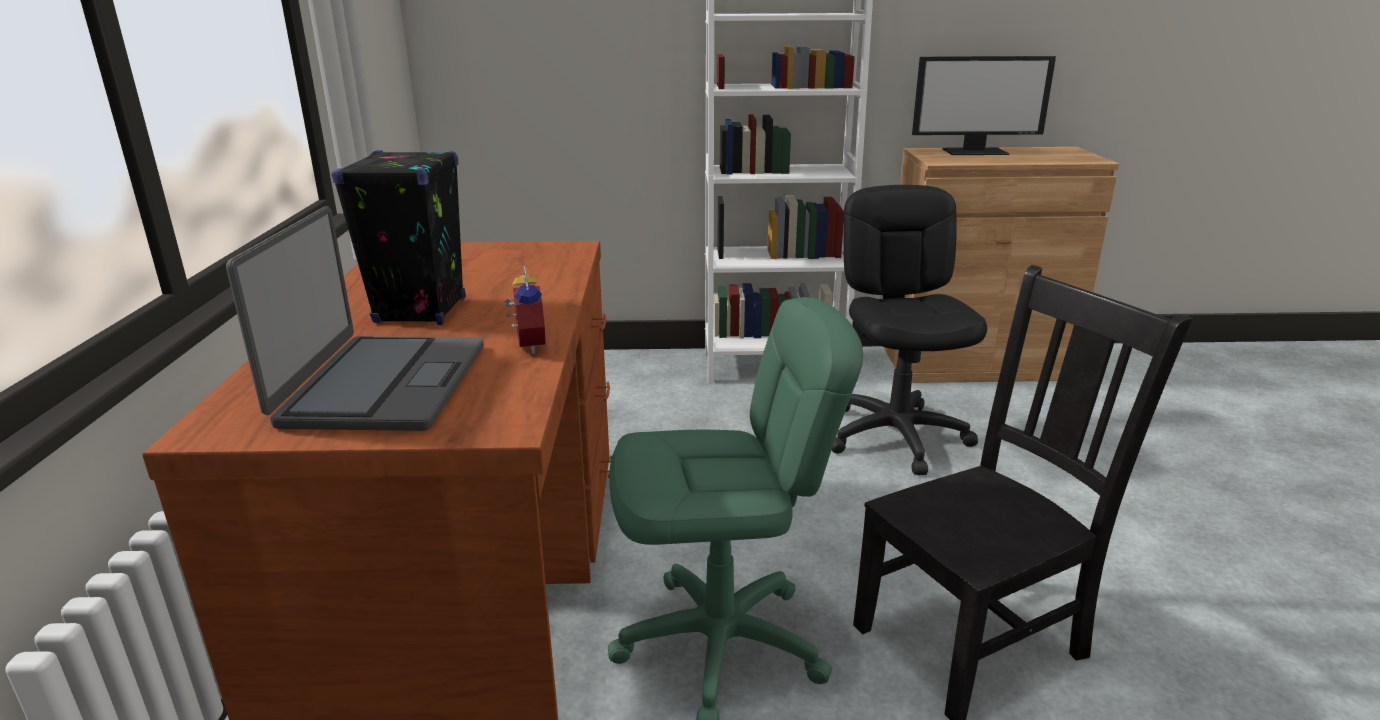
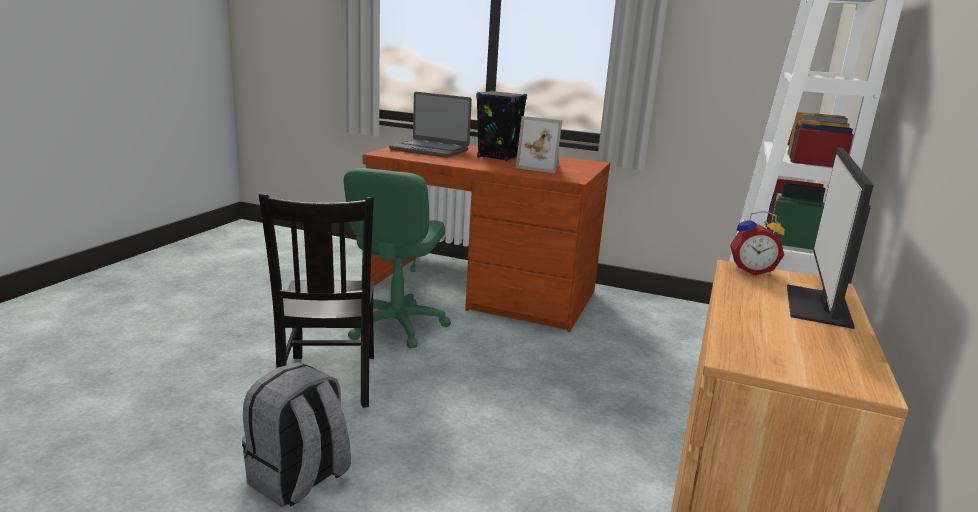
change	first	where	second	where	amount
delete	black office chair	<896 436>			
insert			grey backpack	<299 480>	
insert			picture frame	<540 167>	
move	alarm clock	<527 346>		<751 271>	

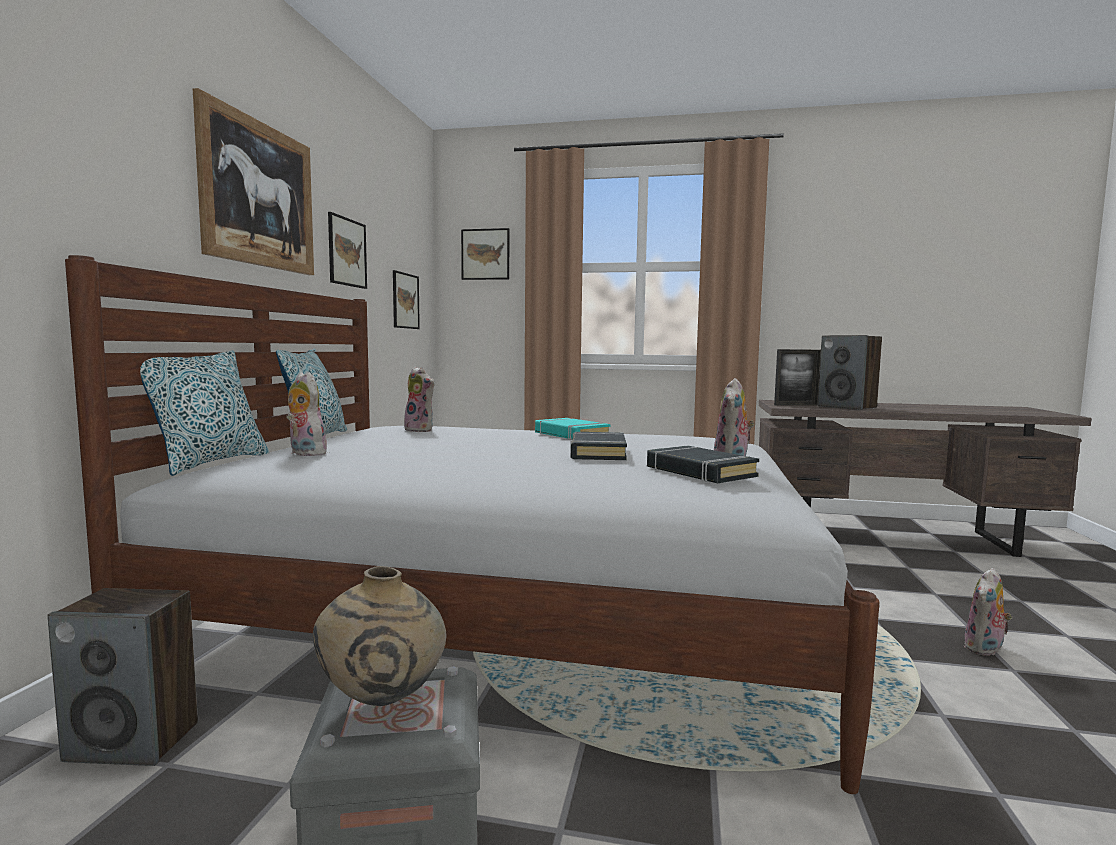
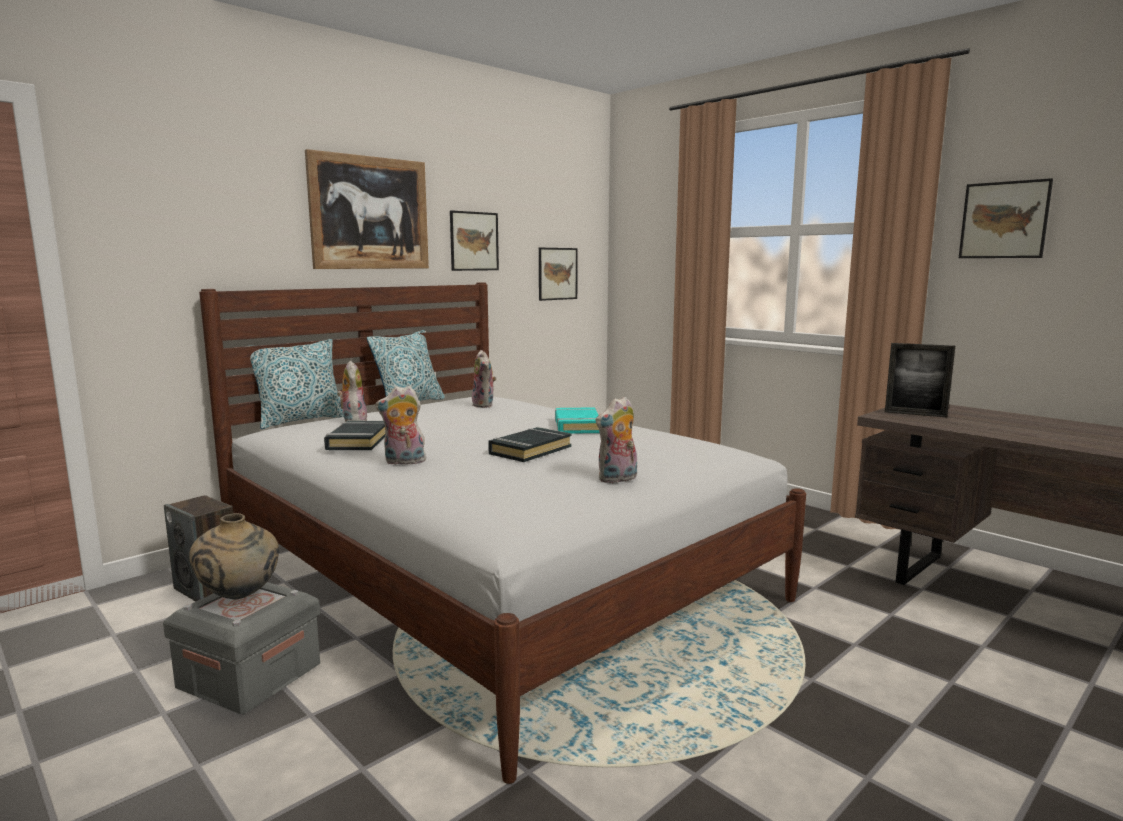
change	first	where	second	where	amount
delete	speaker	<847 407>			
move	picture	<485 254>		<1004 220>	
move	black book	<699 472>		<358 441>	
move	plush toy	<985 649>		<403 462>	

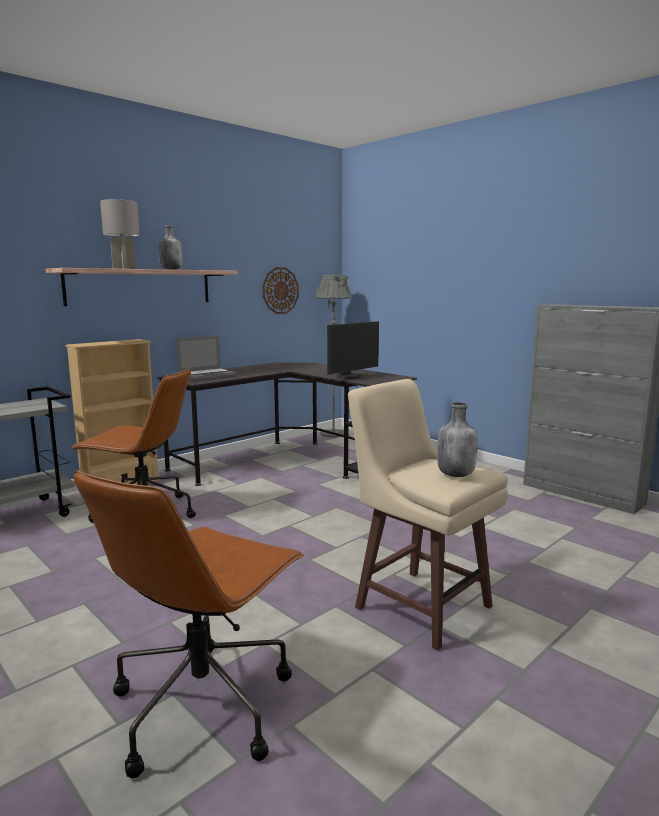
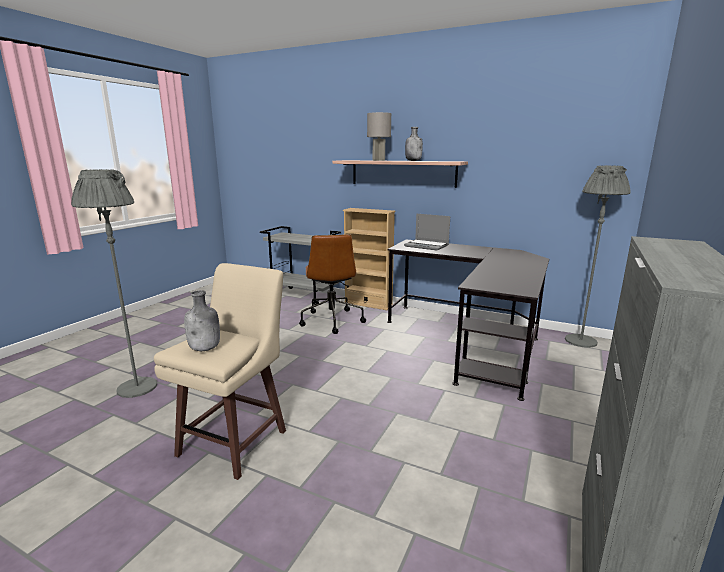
change	first	where	second	where	amount
delete	wall clock	<280 290>			
delete	monitor	<351 377>			
replace	brown office chair	<204 703>	grey floor lamp	<137 387>	

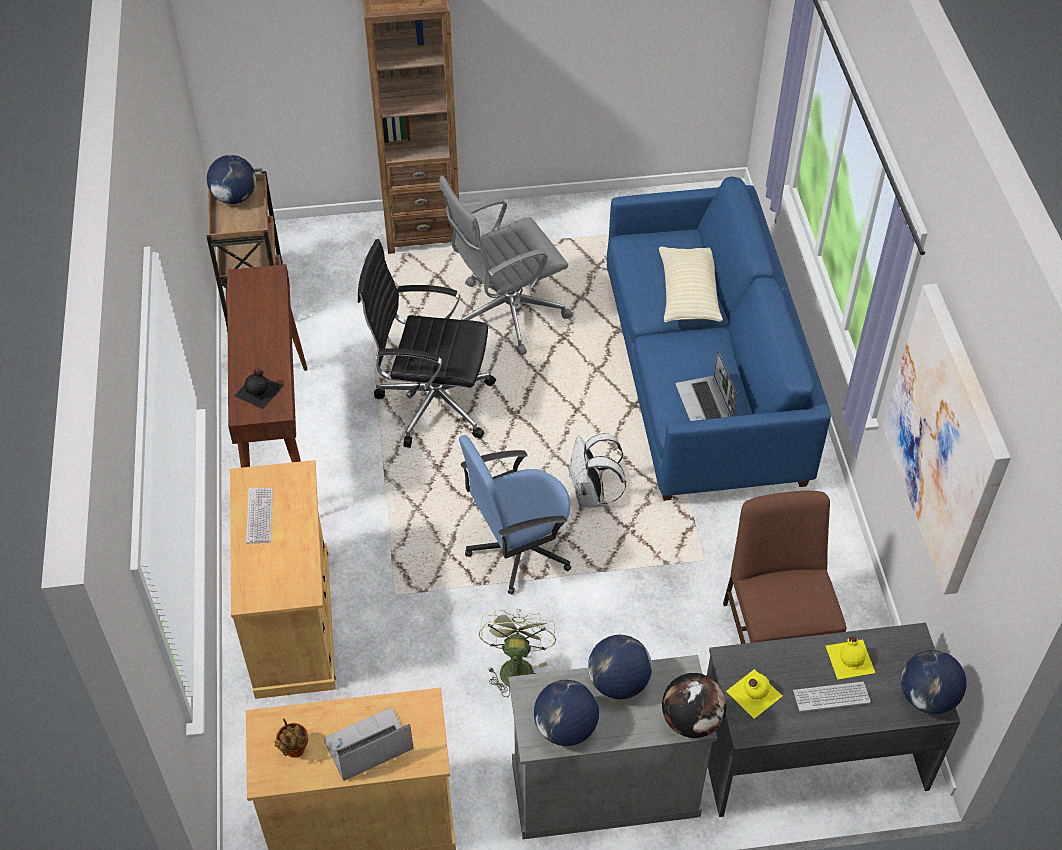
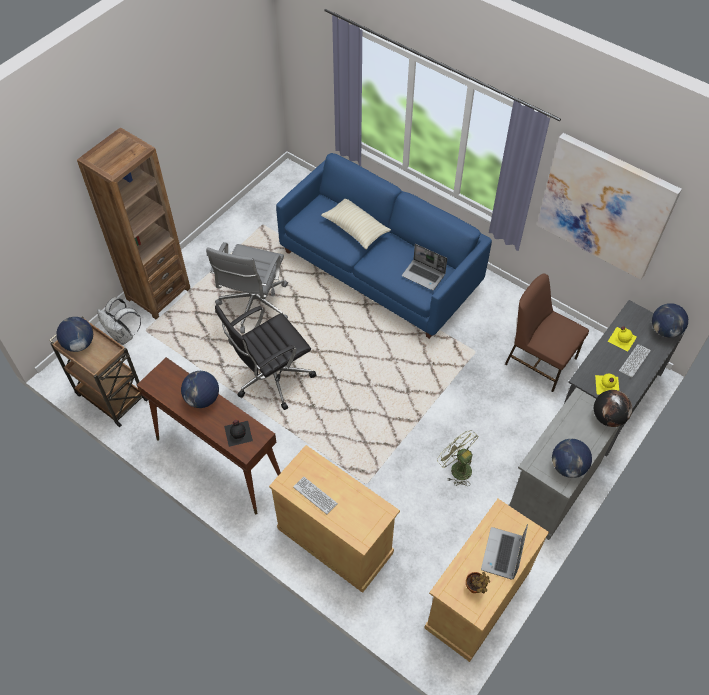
change	first	where	second	where	amount
delete	blue office chair	<518 549>			
move	white backpack	<591 495>		<123 336>	
move	globe	<618 683>		<202 399>	

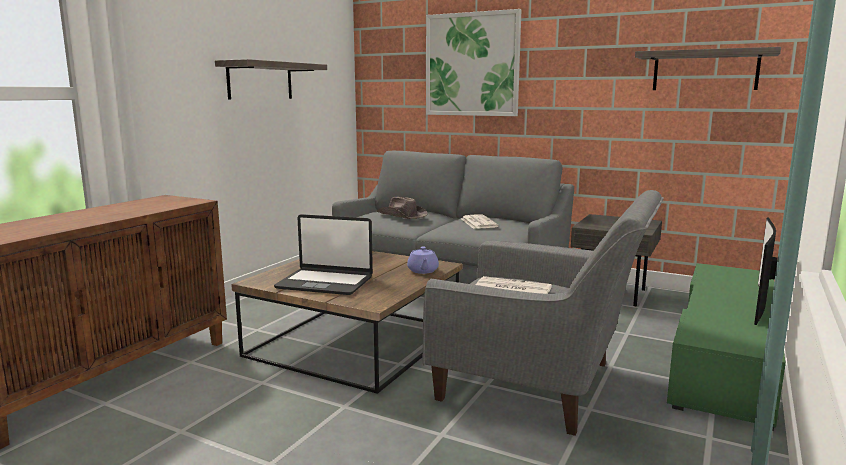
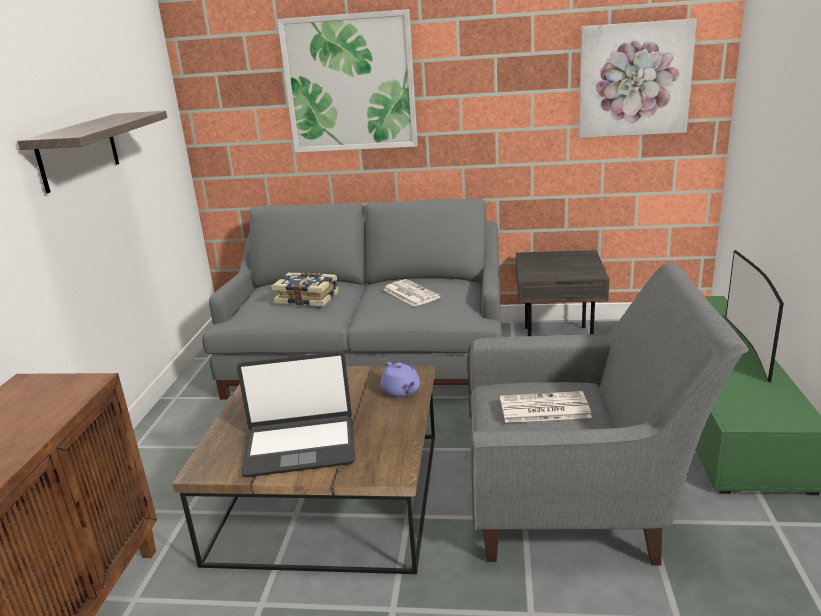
change	first	where	second	where	amount
replace	brown hat	<402 215>	book	<307 298>	
replace	shelf	<705 71>	picture	<634 79>	

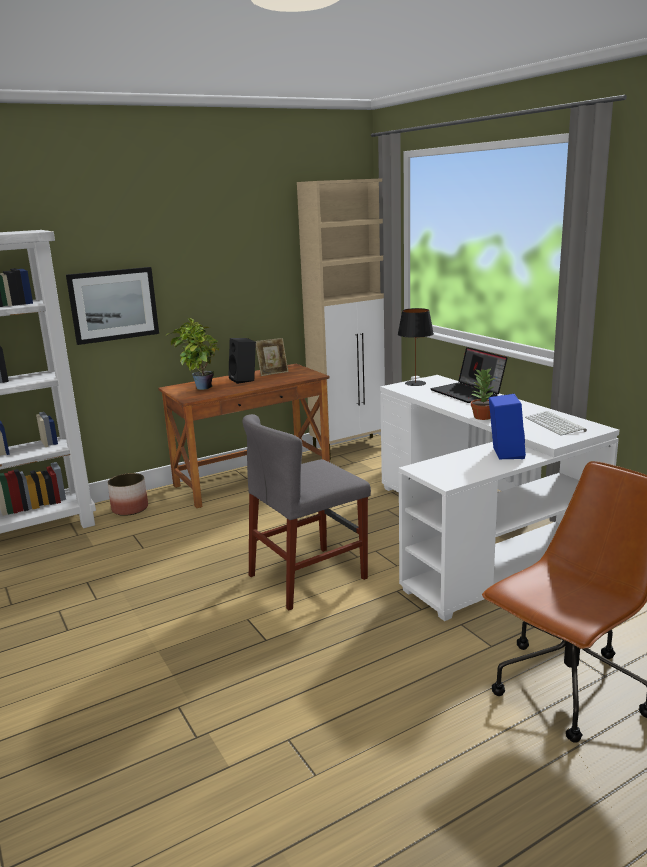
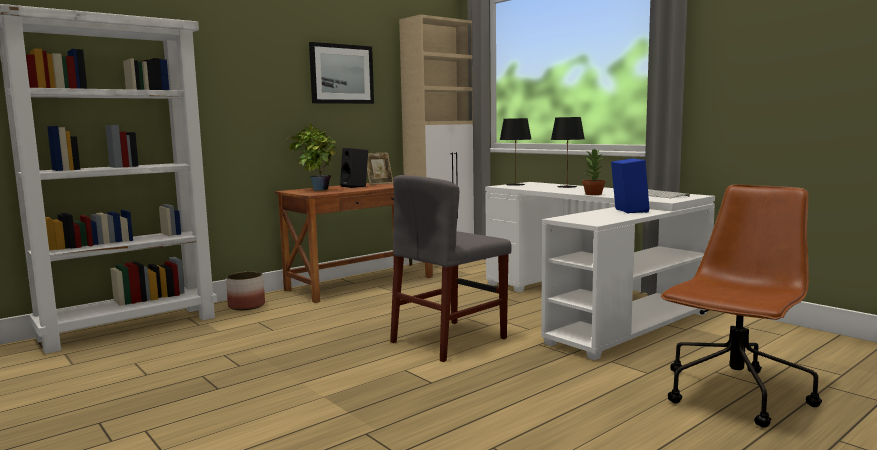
change	first	where	second	where	amount
move	picture	<113 305>		<341 74>	
replace	laptop	<468 393>	black table lamp	<567 187>	

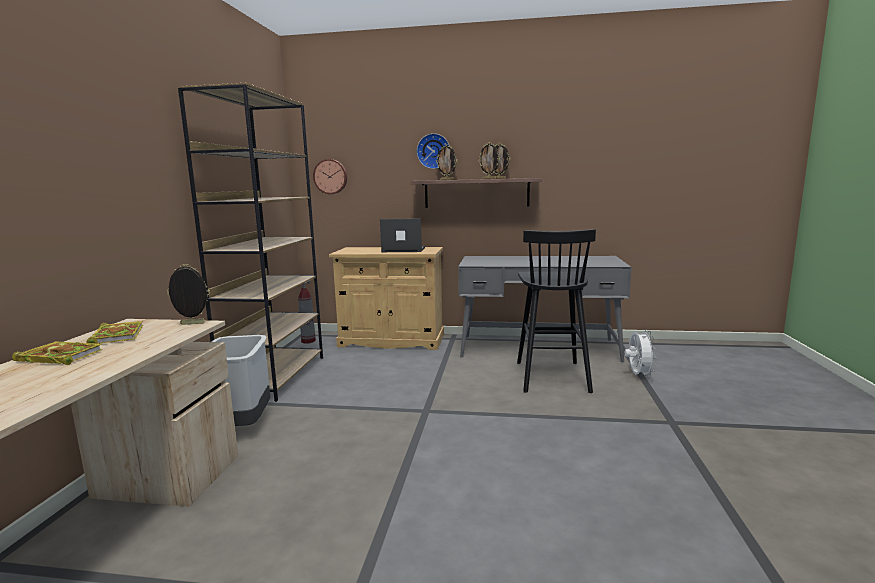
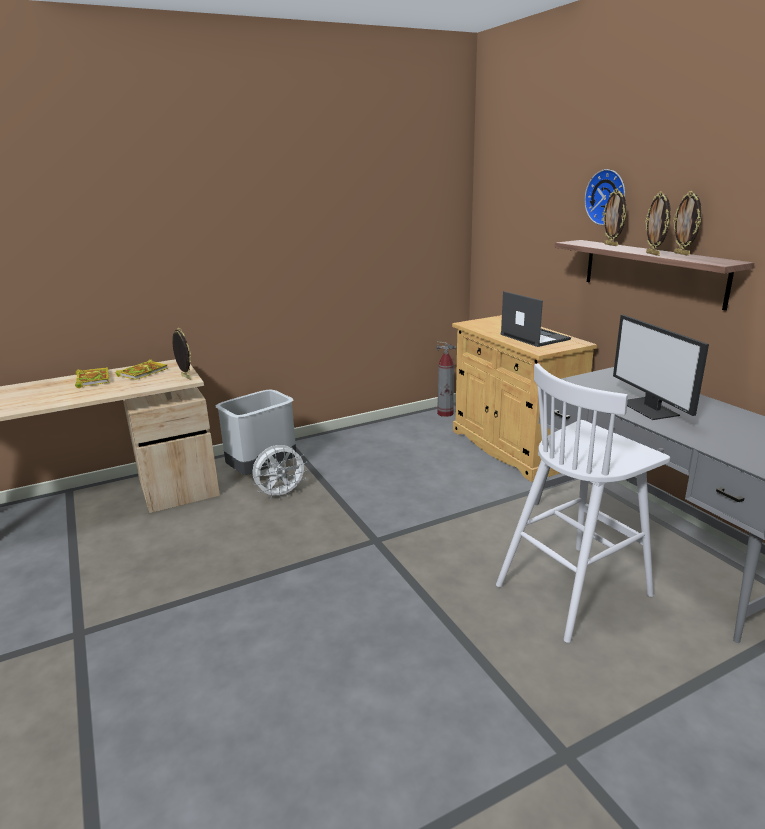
change	first	where	second	where	amount
delete	brown bookcase	<275 376>			
delete	wall clock	<330 176>			
insert			monitor	<650 408>	
move	white fan	<638 375>		<281 494>	
recolor	black stool	<551 376>	white stool	<575 589>	

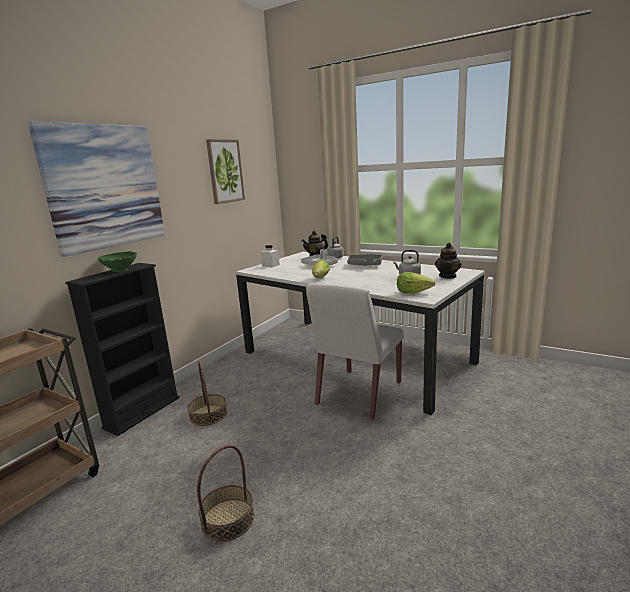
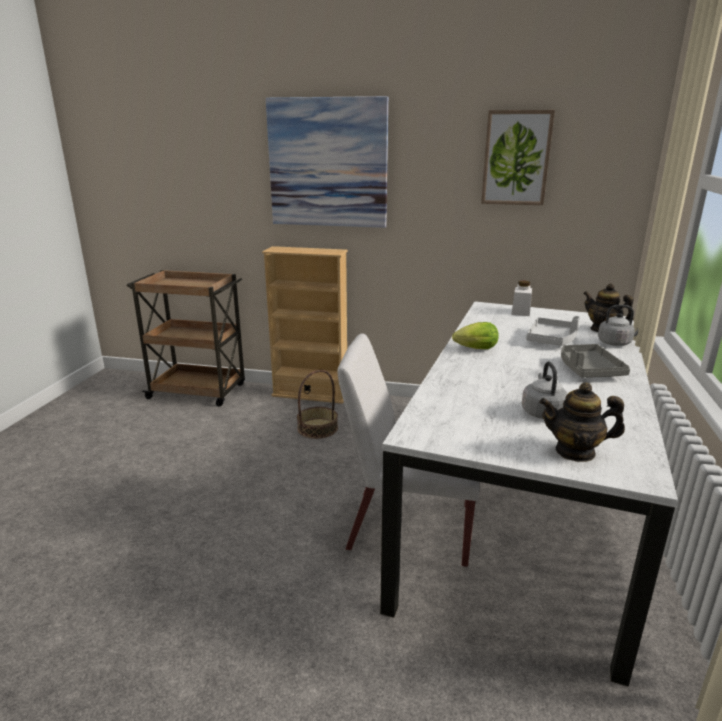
change	first	where	second	where	amount
delete	green bowl	<120 270>			
delete	basket	<228 519>			
delete	lettuce	<413 292>			
recolor	black bookcase	<142 412>	beige bookcase	<310 394>	

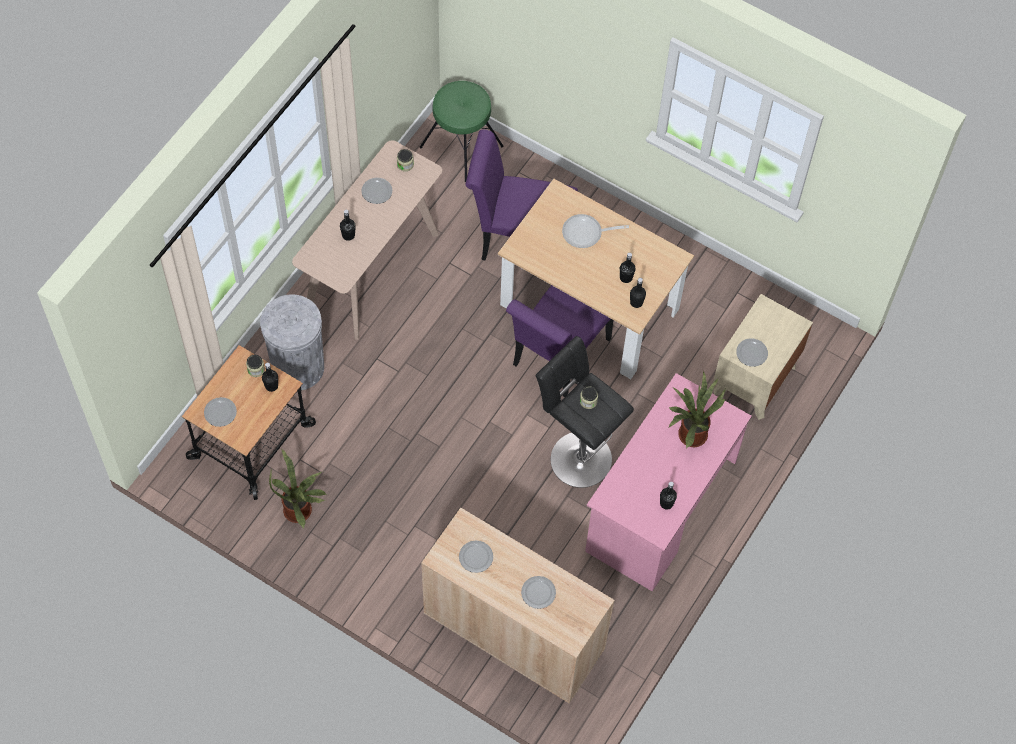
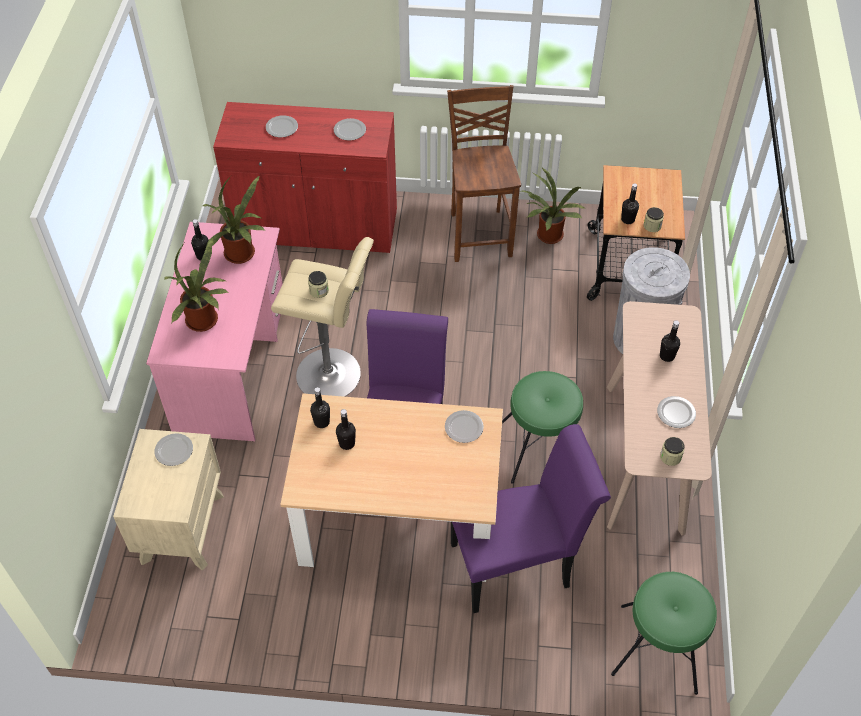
change	first	where	second	where	amount
delete	frying pan	<586 233>			
insert			potted plant	<242 255>	
insert			brown chair	<480 234>	
insert			green stool	<540 449>	
move	plate	<220 412>		<464 428>	
recolor	beige cabinet	<514 631>	red cabinet	<316 227>	
recolor	black stool	<577 456>	beige stool	<333 375>	

